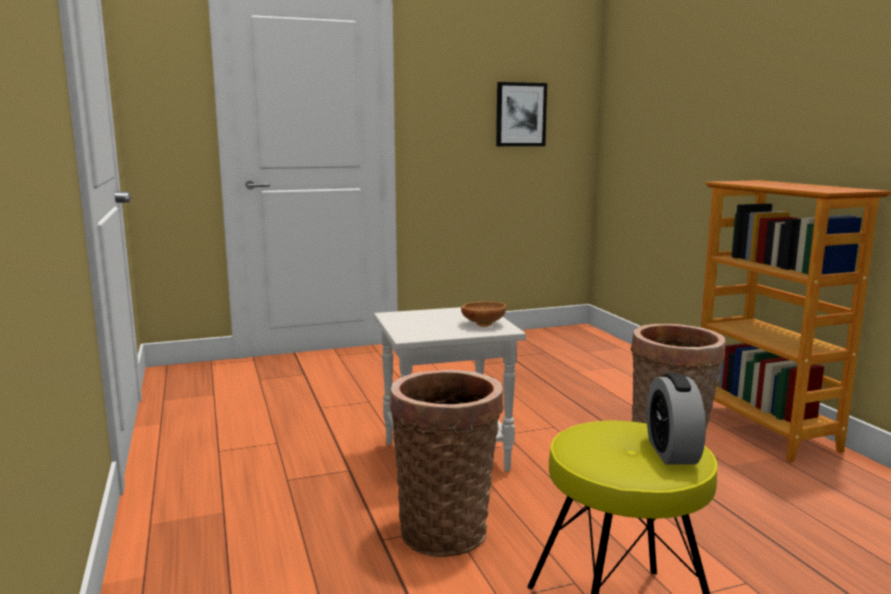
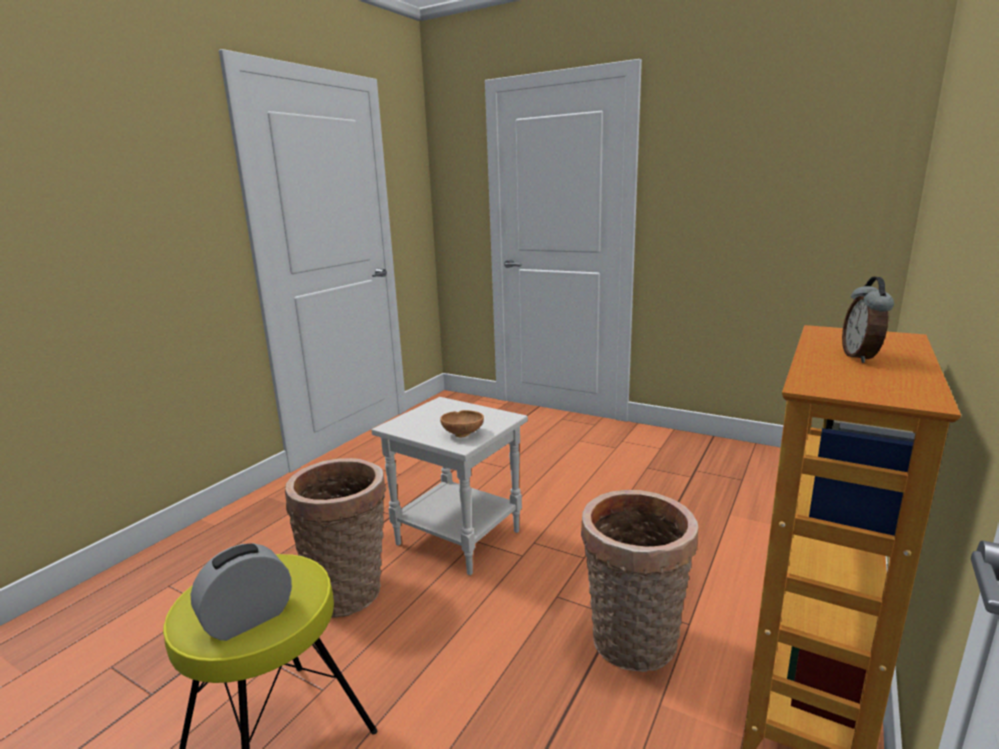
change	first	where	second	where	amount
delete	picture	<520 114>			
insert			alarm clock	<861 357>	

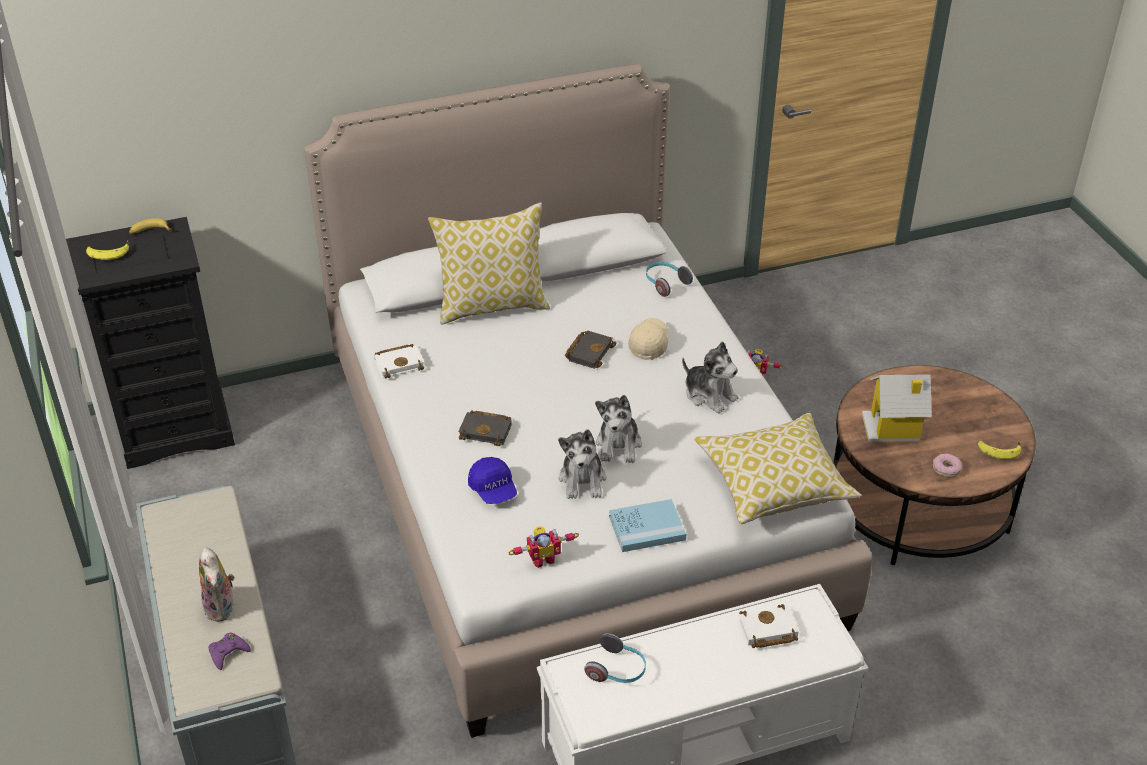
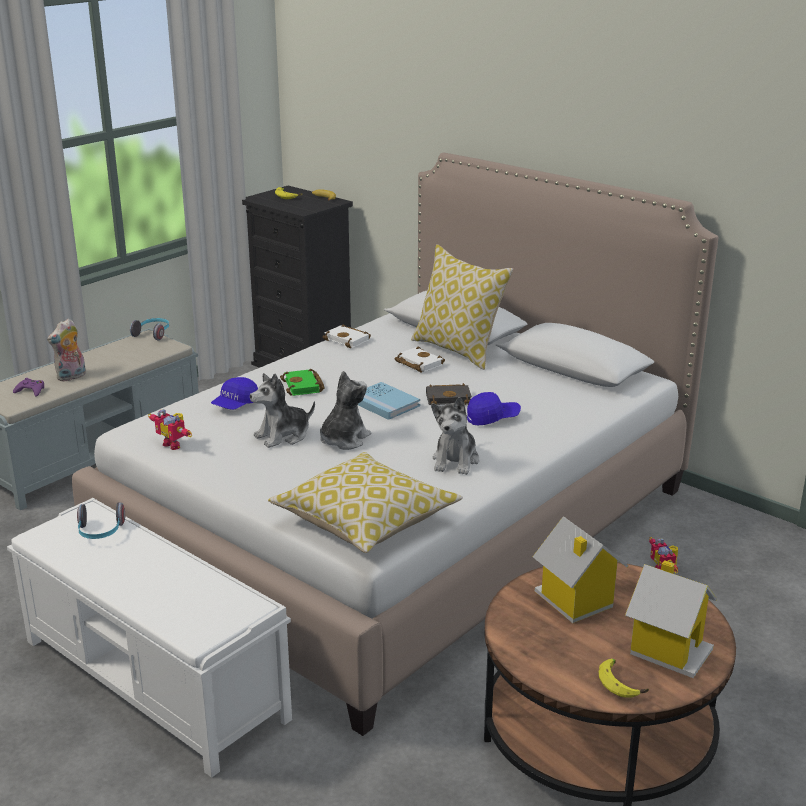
change	first	where	second	where	amount
delete	donut	<946 469>			
insert			toy house	<668 649>	
move	blue book	<647 528>		<384 403>	
move	headphones	<665 283>		<153 334>	
move	white book	<767 631>		<417 363>	
recolor	black book	<487 430>	green book	<304 386>	
recolor	beige cap	<649 343>	blue cap	<492 418>	
rotate	plush toy	<619 445>		<343 440>	150 degrees clockwise

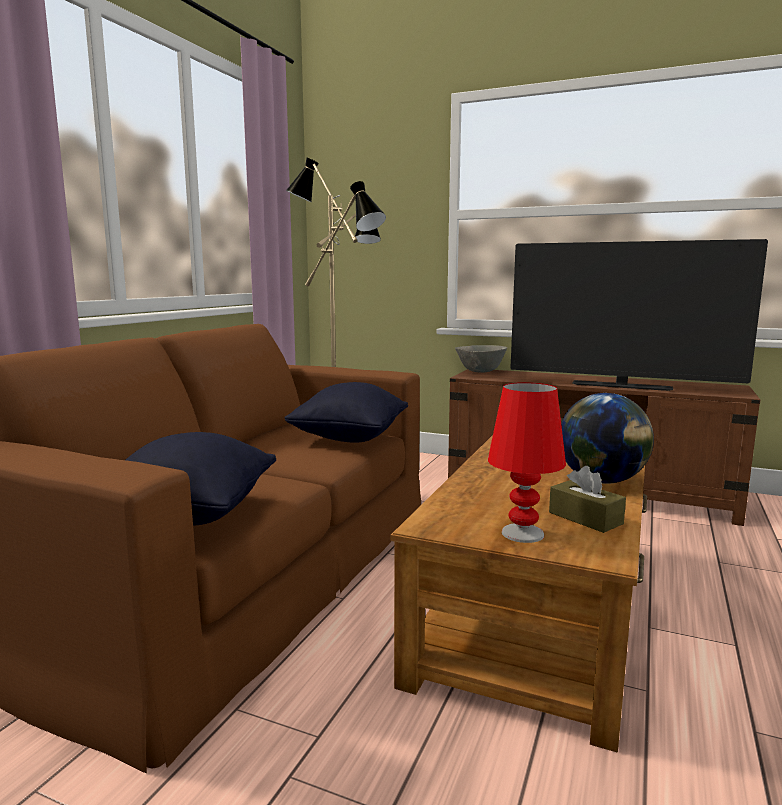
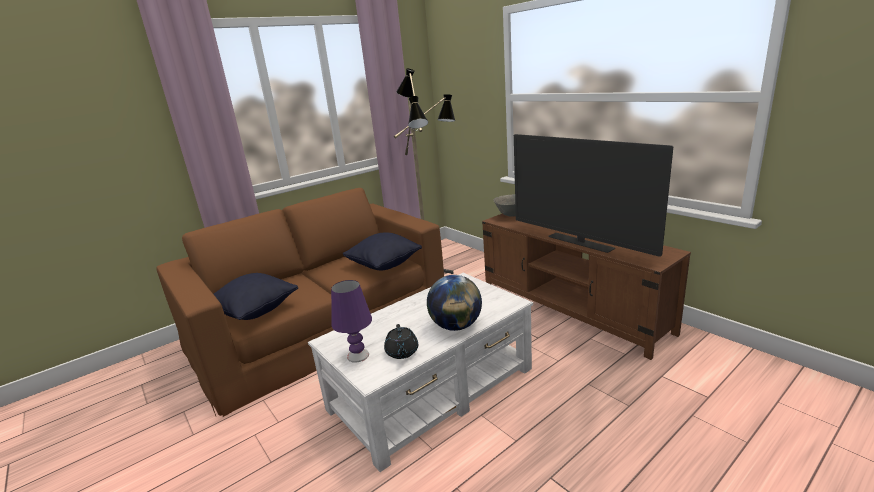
change	first	where	second	where	amount
replace	brown tissue box	<585 518>	black teapot	<402 352>	
recolor	brown coffee table	<538 612>	white coffee table	<433 389>	
recolor	red table lamp	<522 534>	purple table lamp	<357 355>	

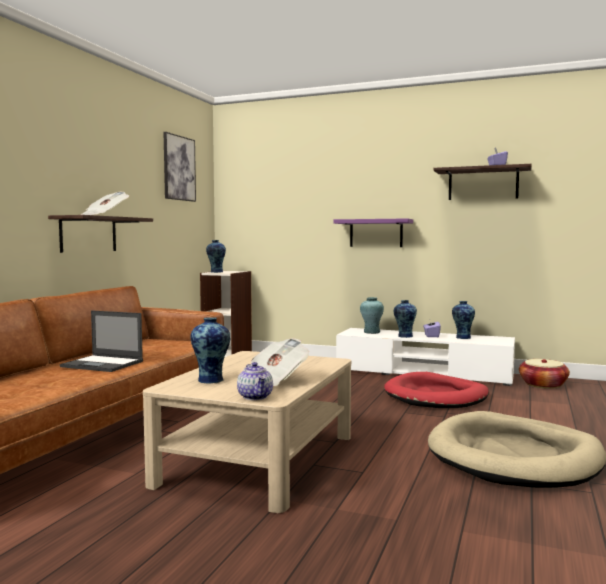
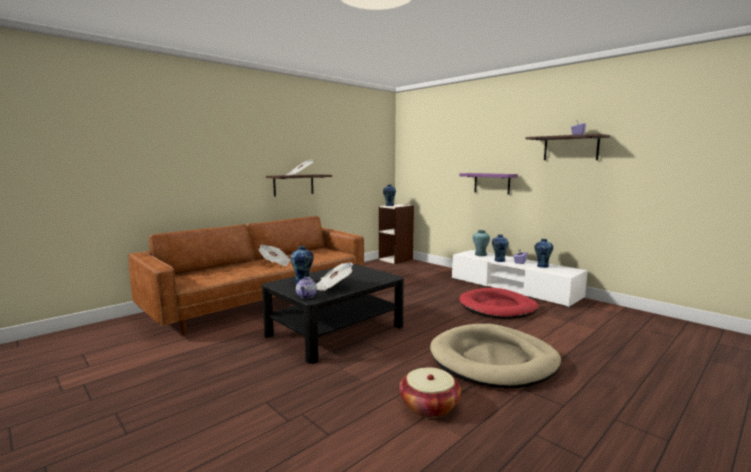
change	first	where	second	where	amount
delete	picture	<179 168>			
move	basket	<543 385>		<429 406>	
replace	laptop	<103 364>	newspaper	<275 263>	
recolor	beige coffee table	<258 459>	black coffee table	<335 330>	

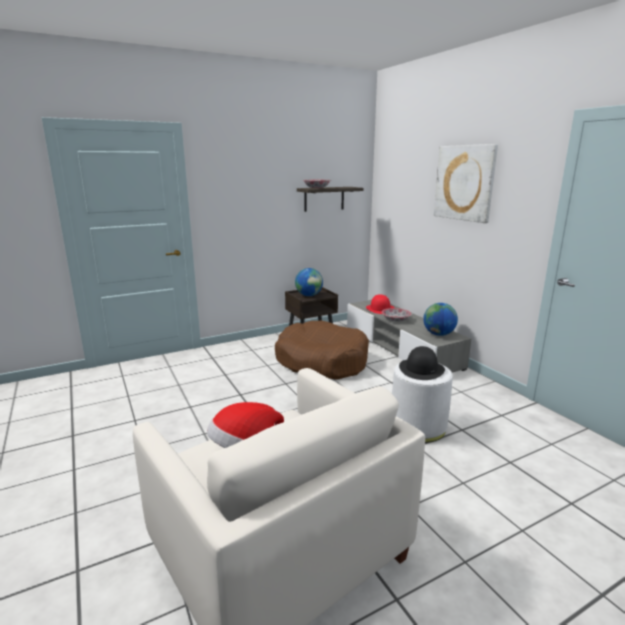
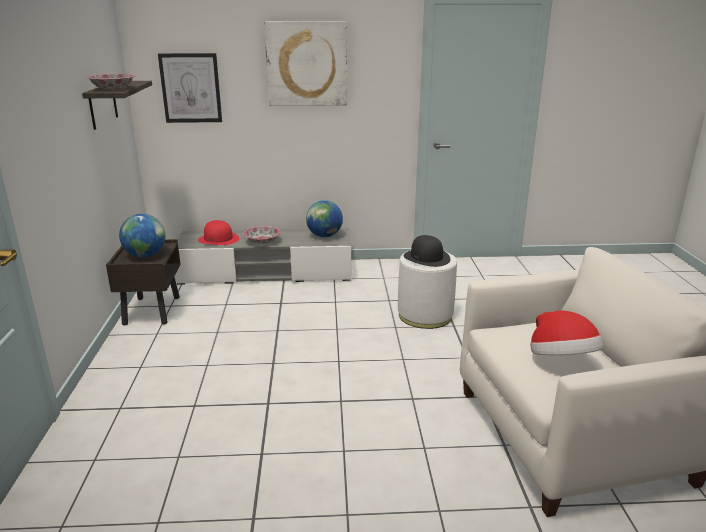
change	first	where	second	where	amount
delete	brown dog bed	<322 361>			
insert			picture	<191 88>	

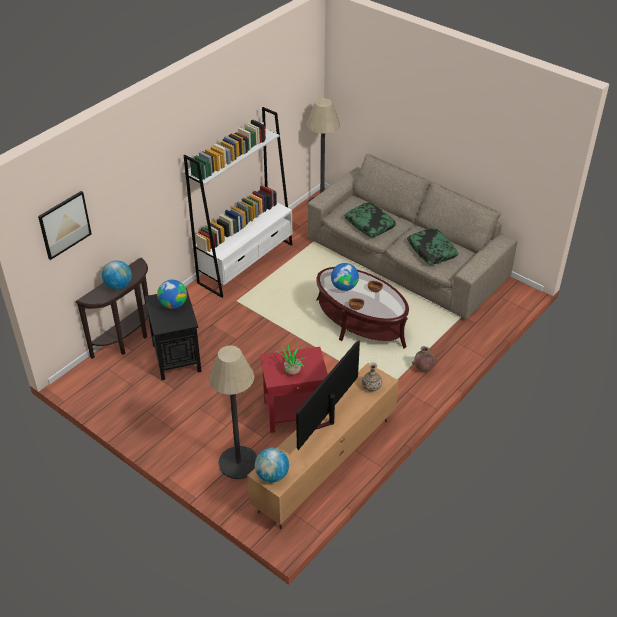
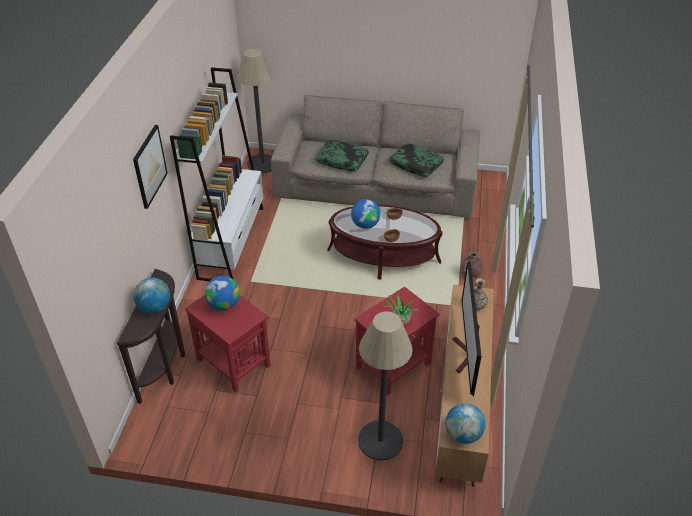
change	first	where	second	where	amount
move	picture	<64 224>		<149 166>	
recolor	black side table	<177 357>	red side table	<234 362>	

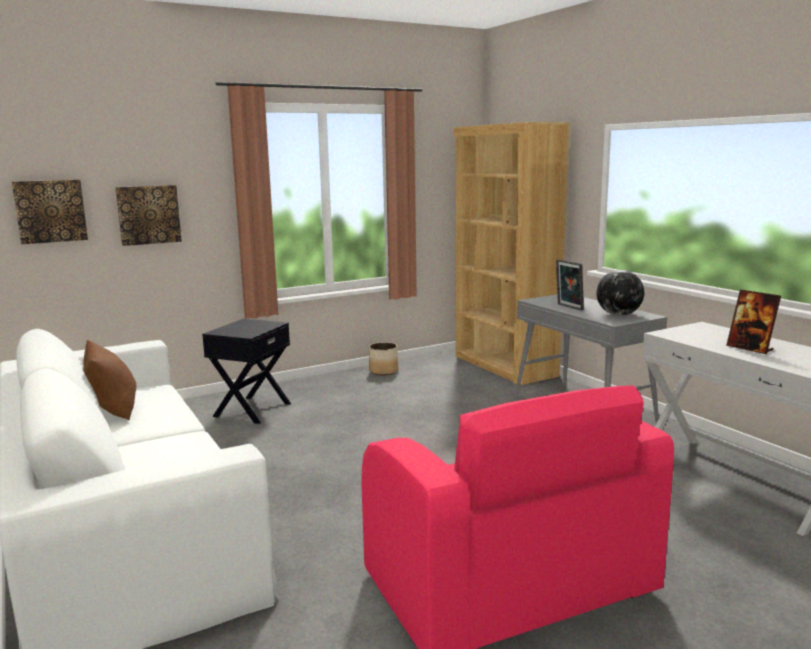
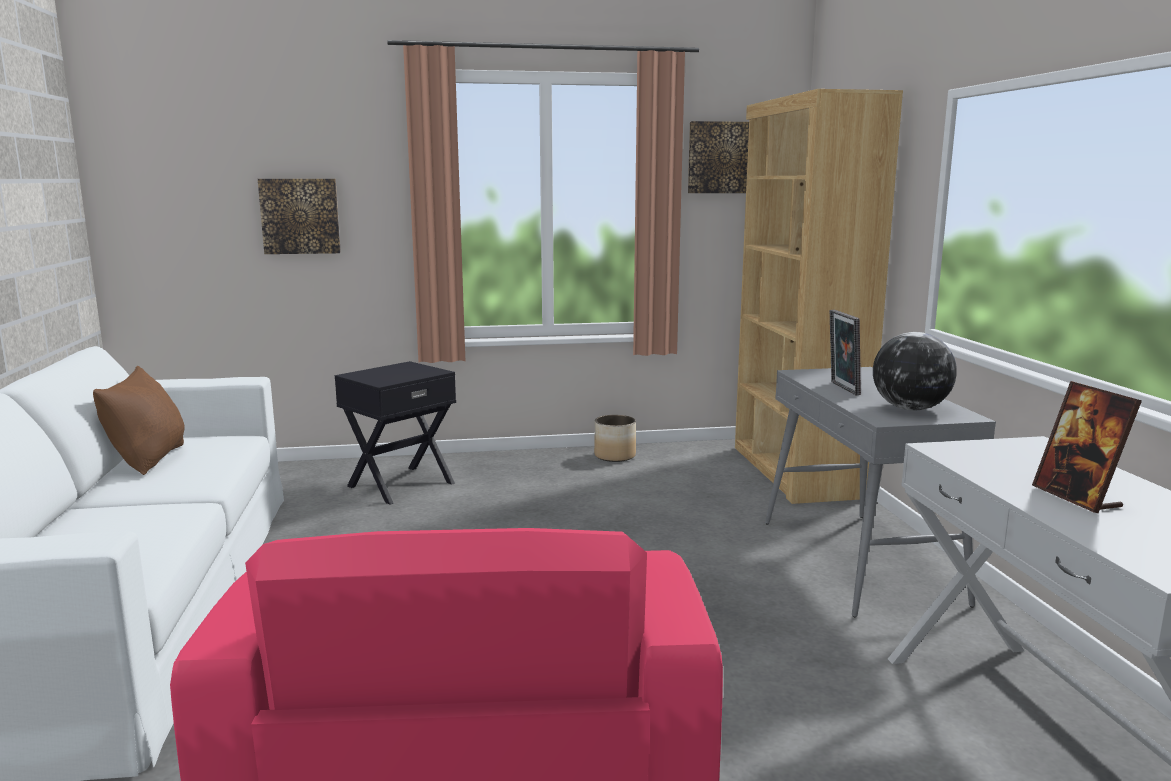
change	first	where	second	where	amount
move	picture	<50 211>		<722 157>	

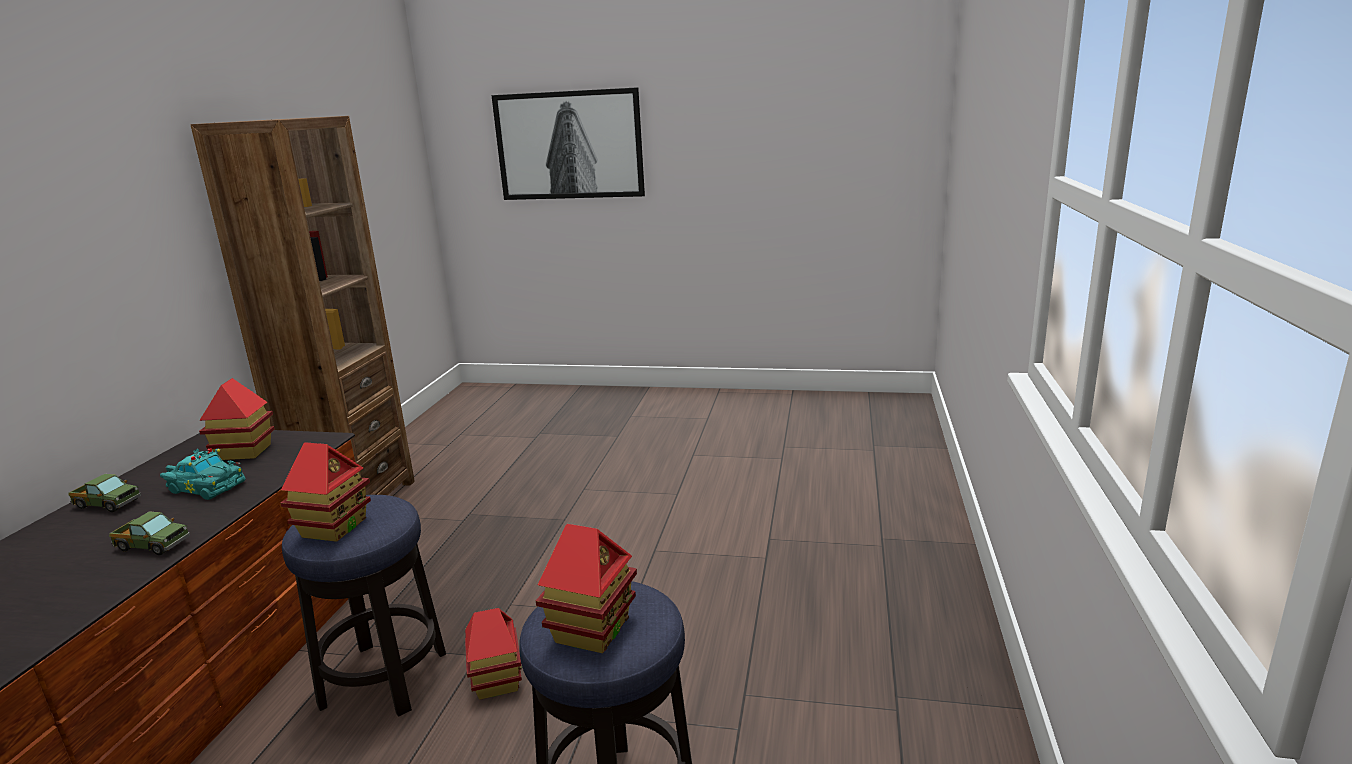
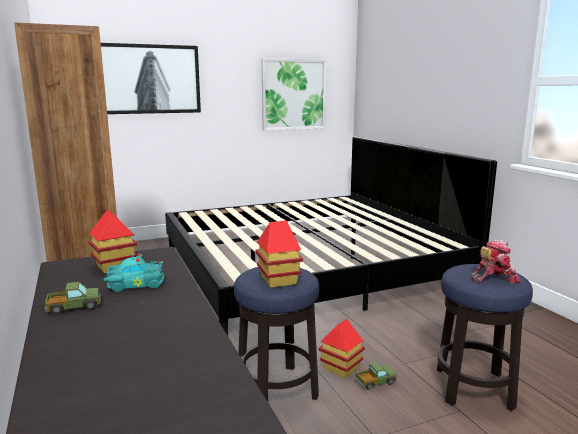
change	first	where	second	where	amount
insert			bed	<308 267>	
insert			picture	<294 94>	
move	toy truck	<153 545>		<375 382>	
replace	toy house	<592 630>	toy robot	<493 278>	

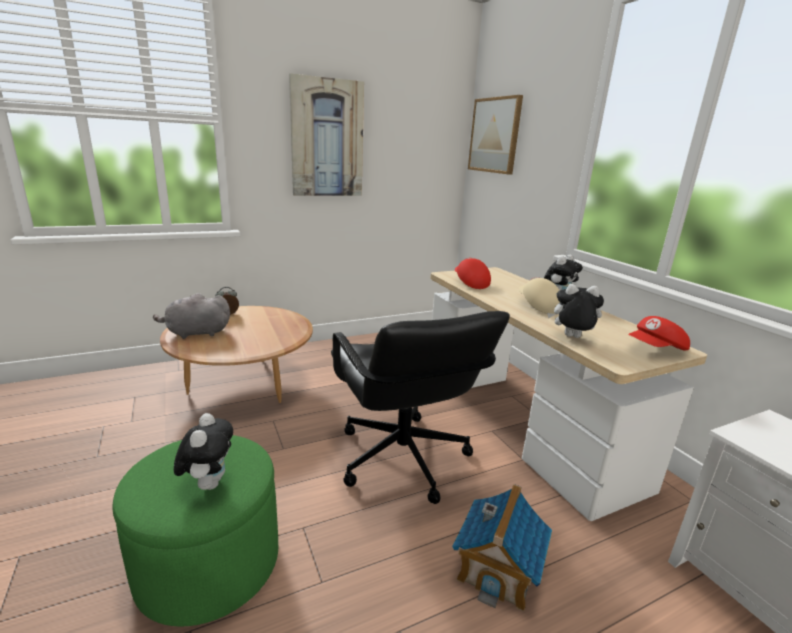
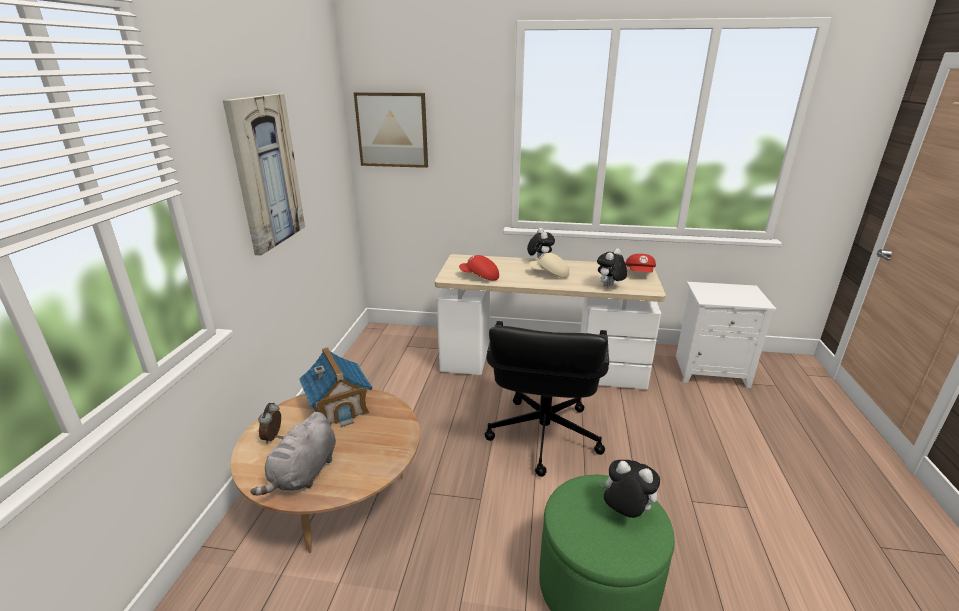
change	first	where	second	where	amount
move	toy house	<498 569>		<339 407>	
rotate	black office chair	<402 458>		<542 435>	90 degrees clockwise

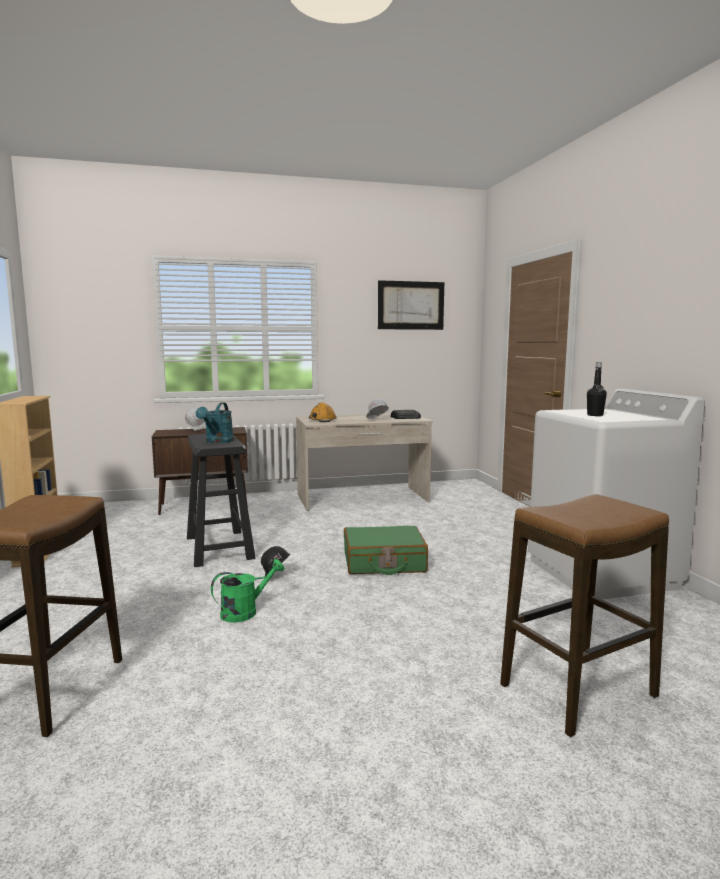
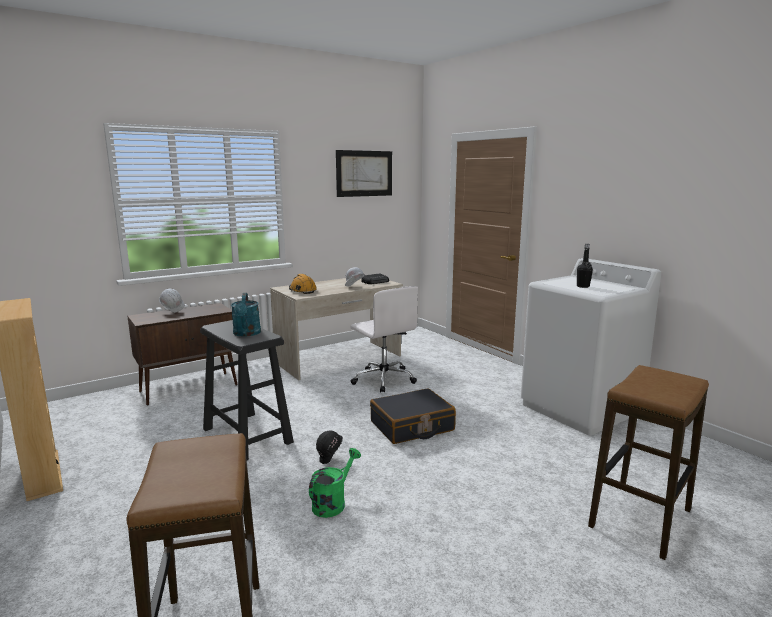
change	first	where	second	where	amount
insert			white office chair	<383 379>	
recolor	green suitcase	<384 562>	black suitcase	<412 426>	

